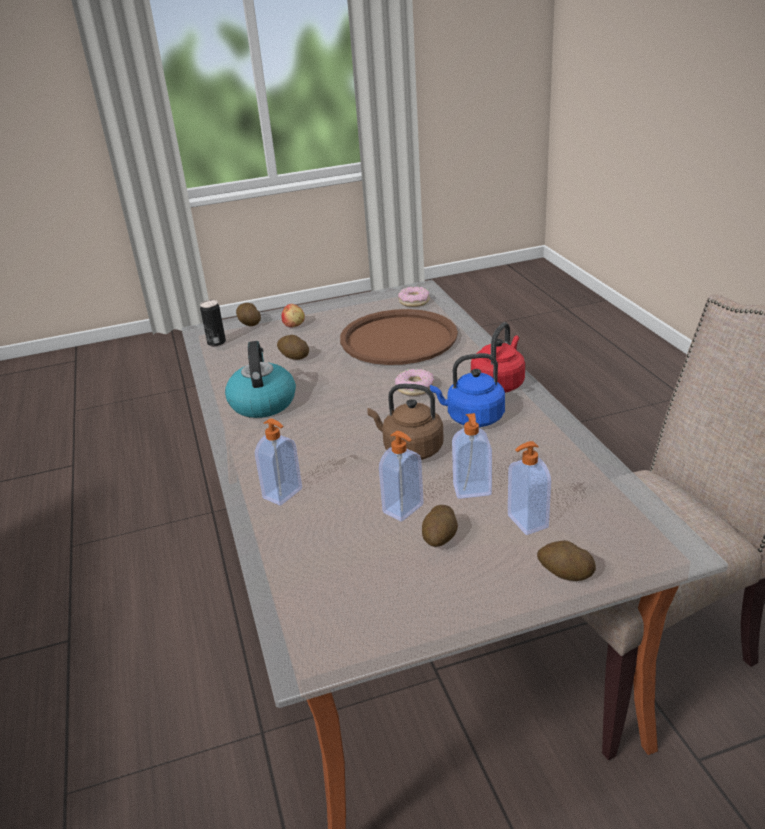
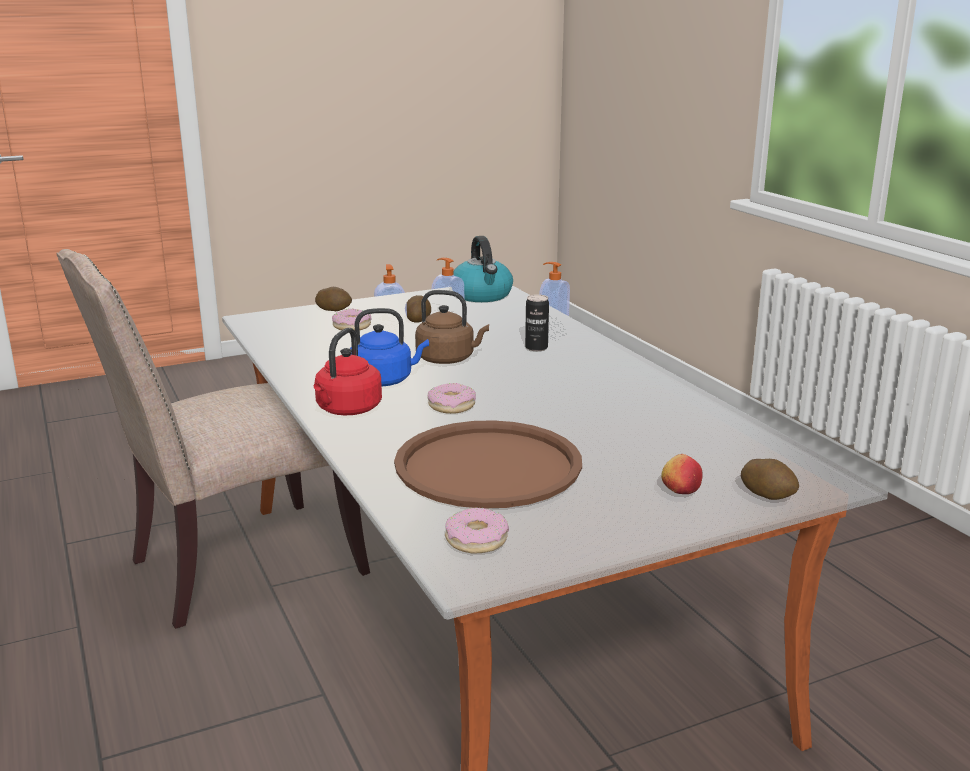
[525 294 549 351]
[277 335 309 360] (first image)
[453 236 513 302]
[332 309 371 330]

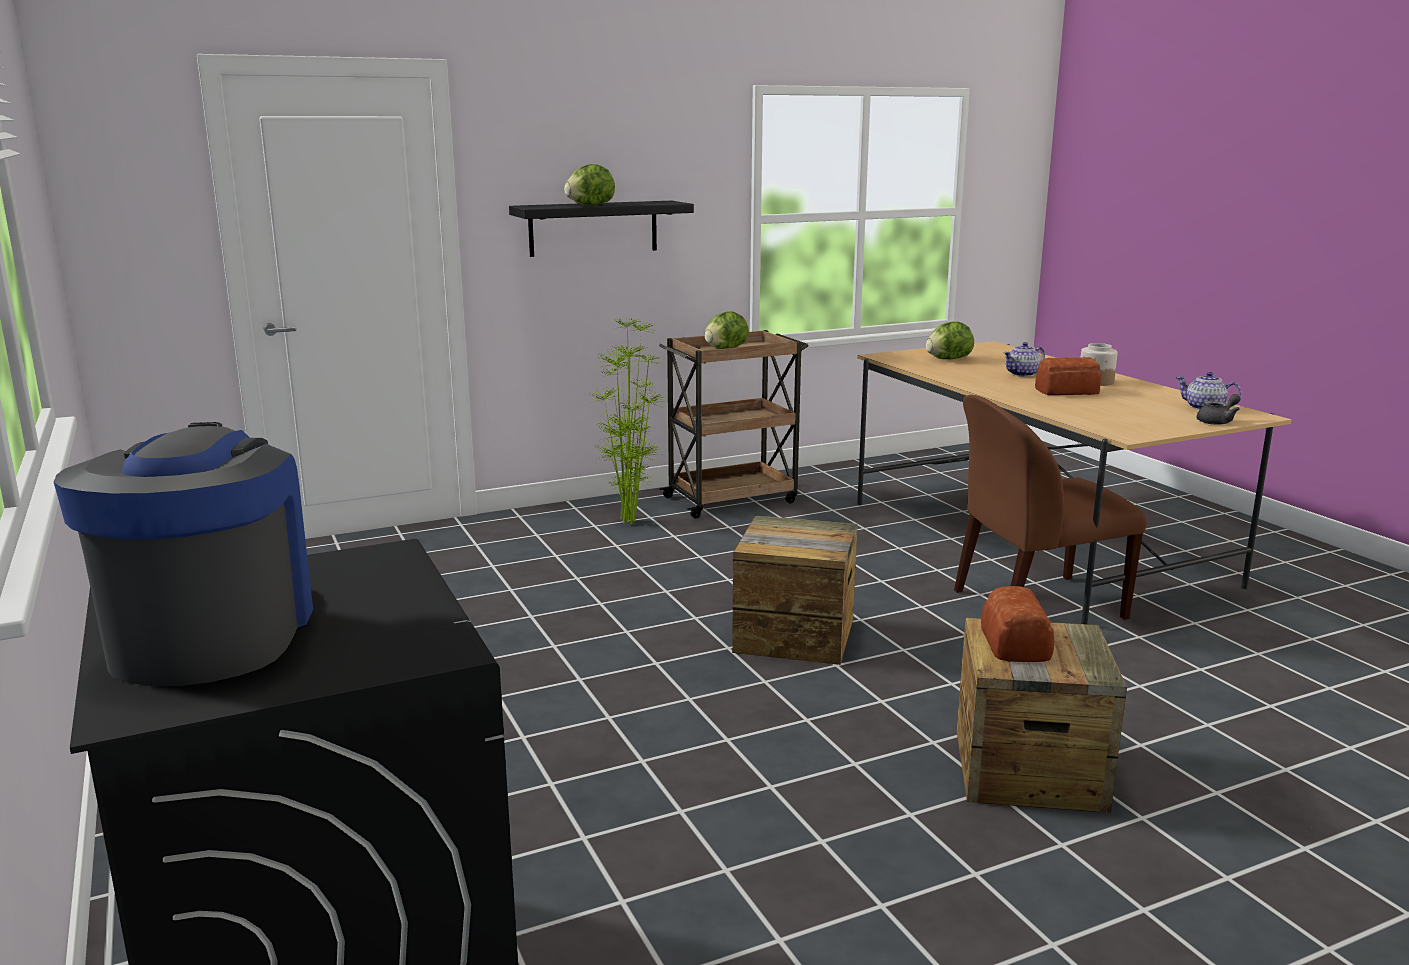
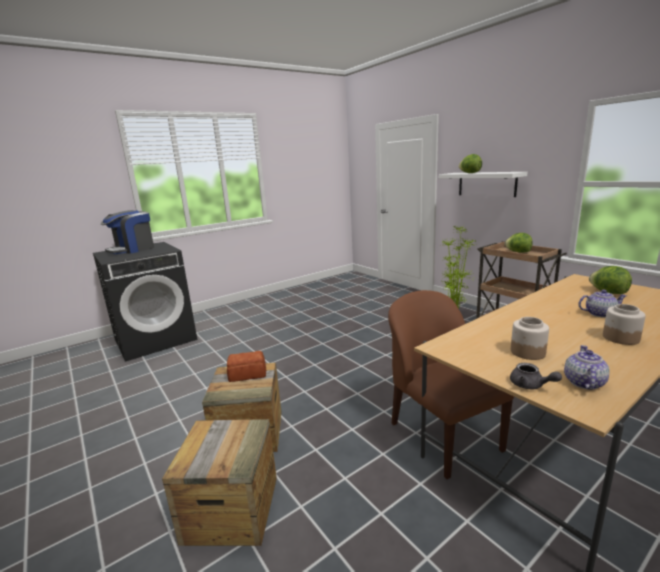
[439 172 527 197]
[578 290 627 318]
[1035 357 1101 395] (first image)
[101 210 154 254]
[162 419 277 546]
[511 317 549 360]

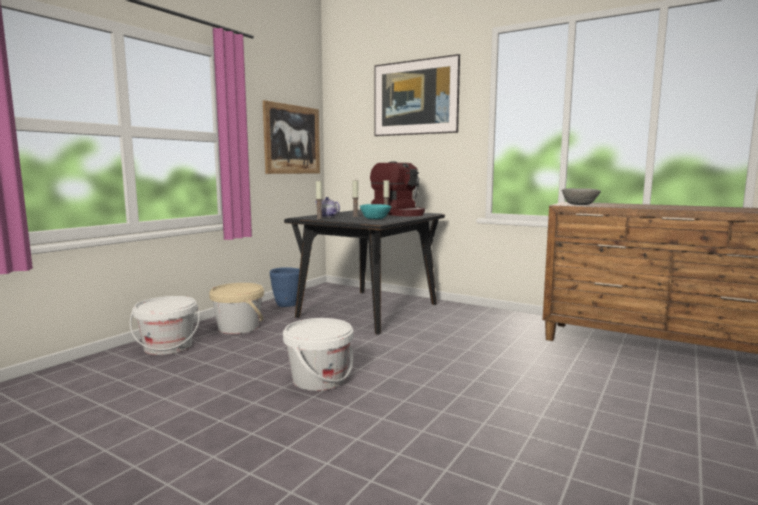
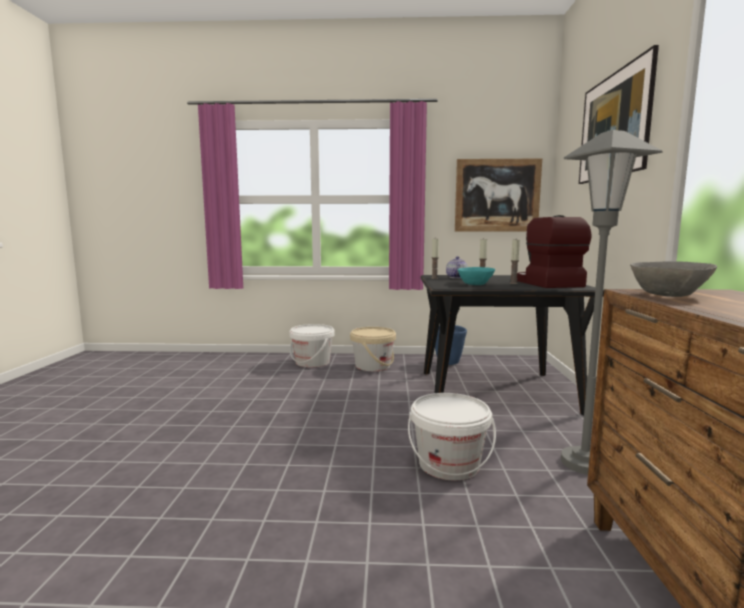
[517 215 592 288]
[408 393 496 481]
[561 130 663 475]

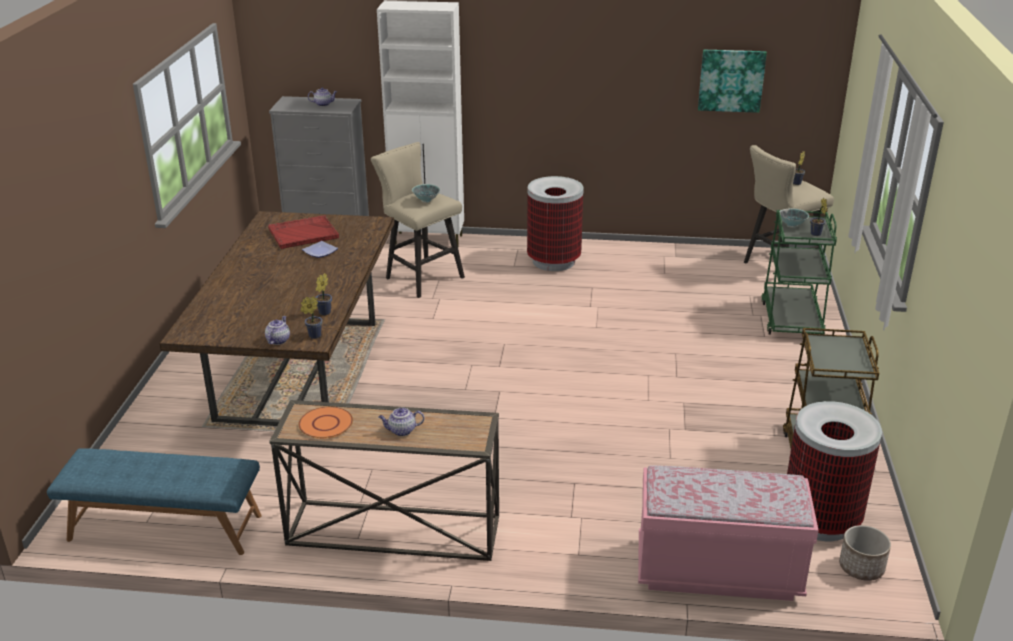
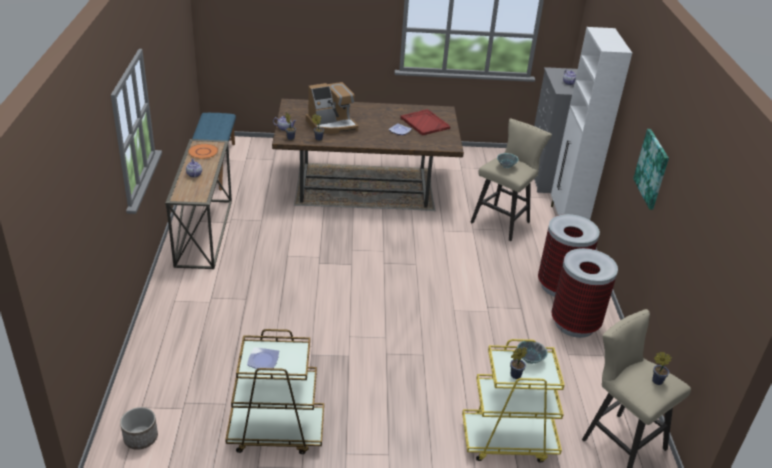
[633 129 669 210]
[462 339 565 463]
[551 248 618 338]
[638 465 819 601] (first image)
[306 82 359 134]
[247 347 279 369]

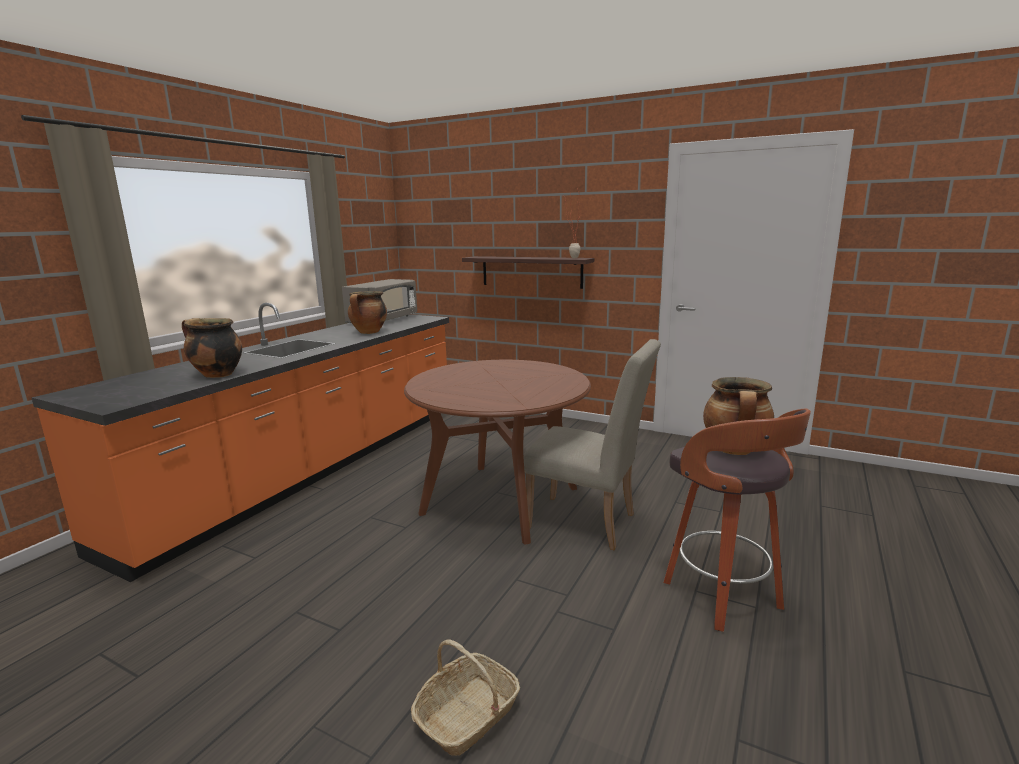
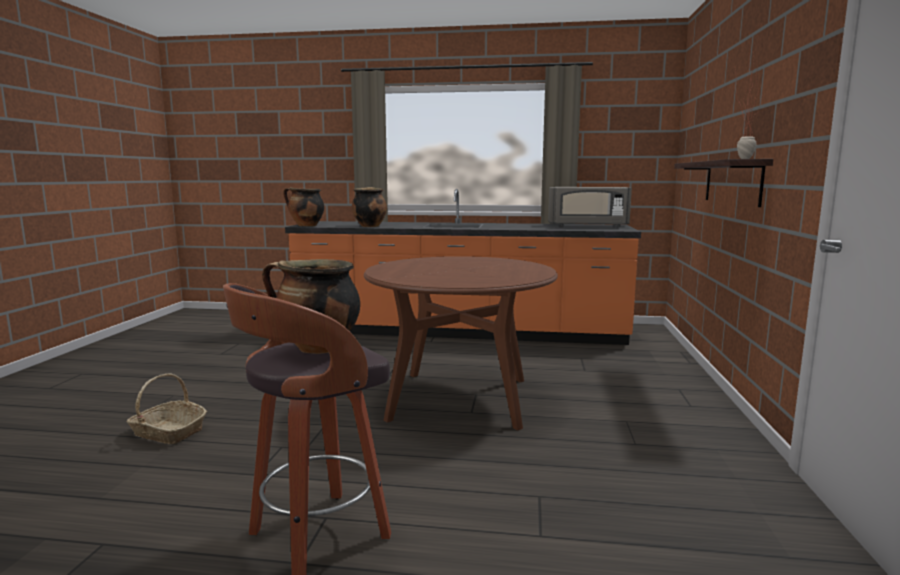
[283 187 324 226]
[524 339 661 551] (first image)

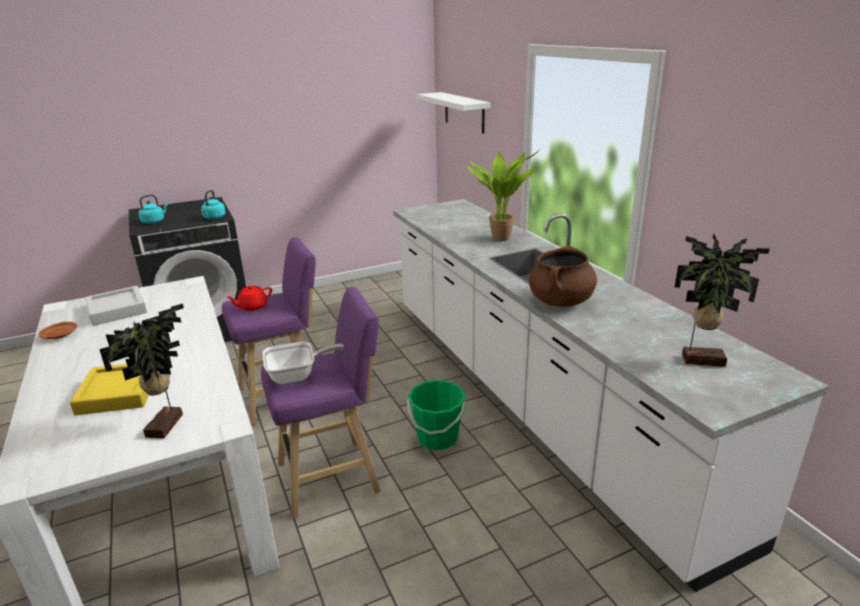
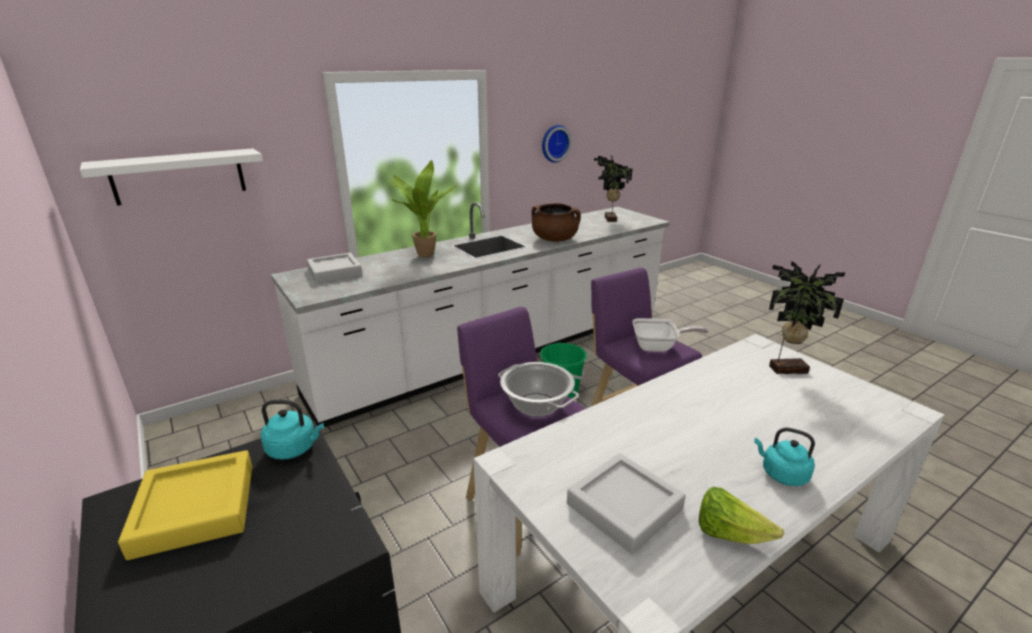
[754 428 815 486]
[498 362 579 417]
[699 487 784 544]
[632 318 709 352]
[118 450 252 560]
[542 125 572 163]
[307 253 362 284]

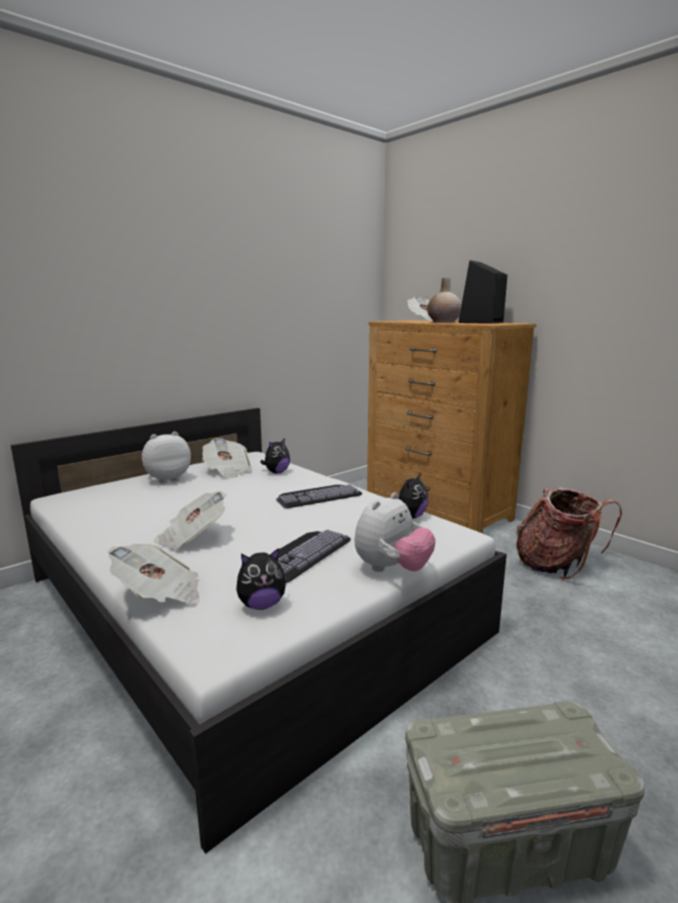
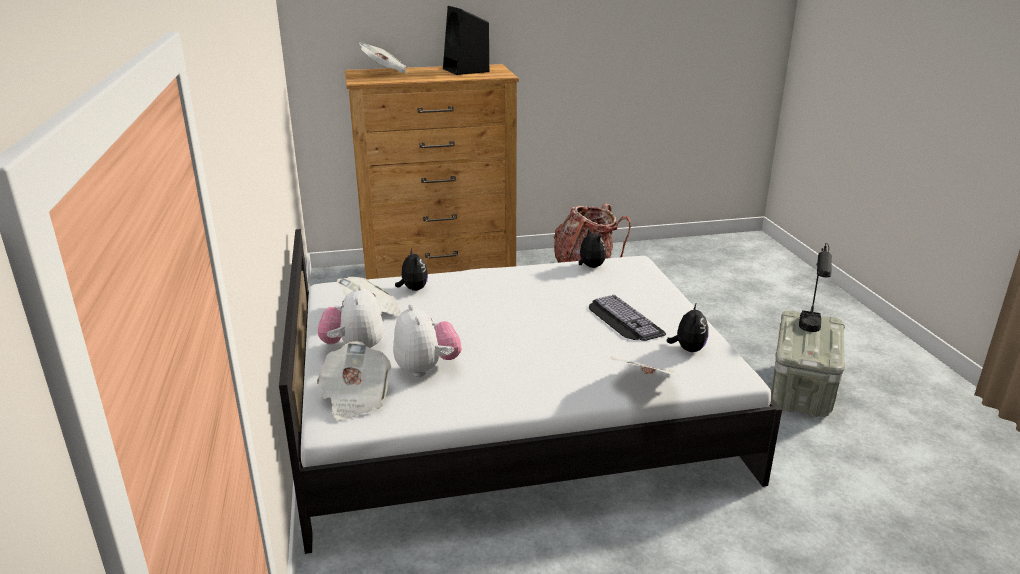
[427 278 462 323] (first image)
[276 485 362 508] (first image)
[317 341 391 420]
[393 304 462 377]
[799 243 832 332]

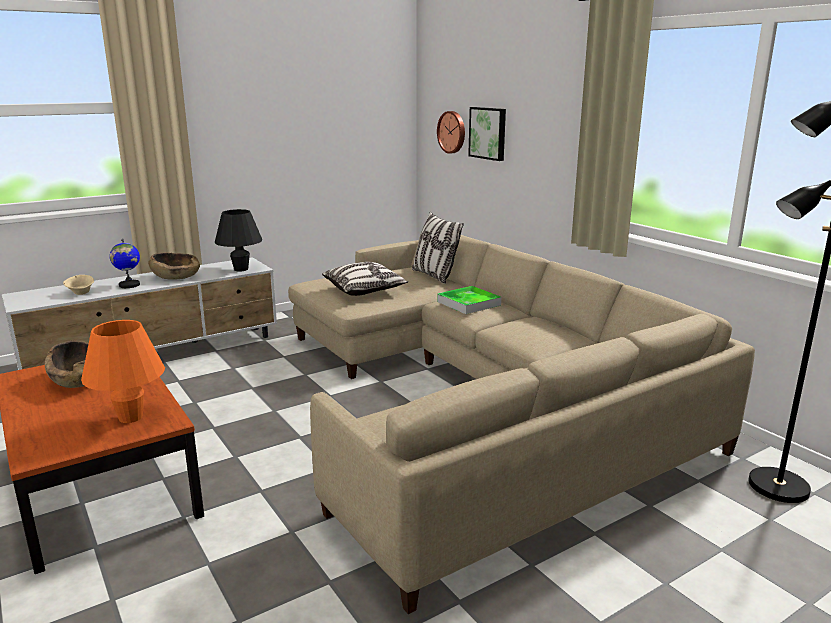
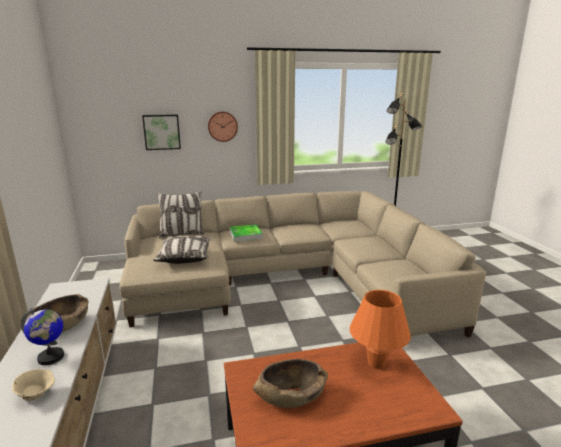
[208 111 238 142]
[215 209 262 272] (first image)

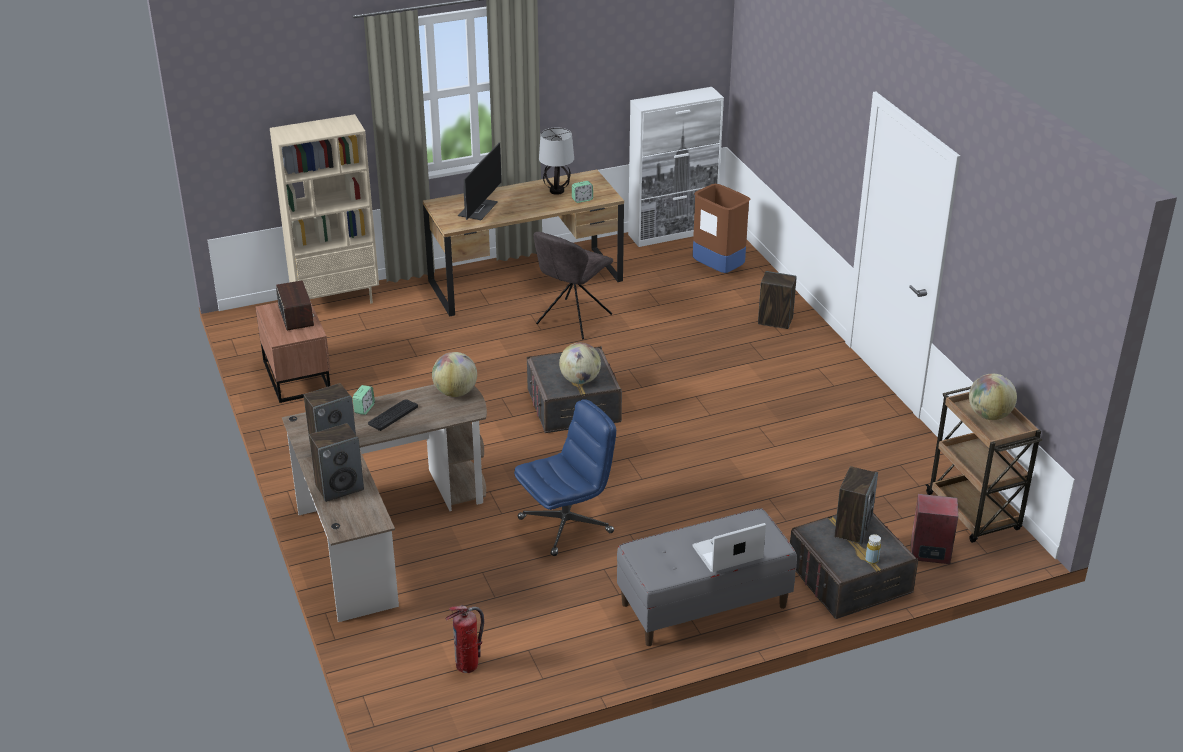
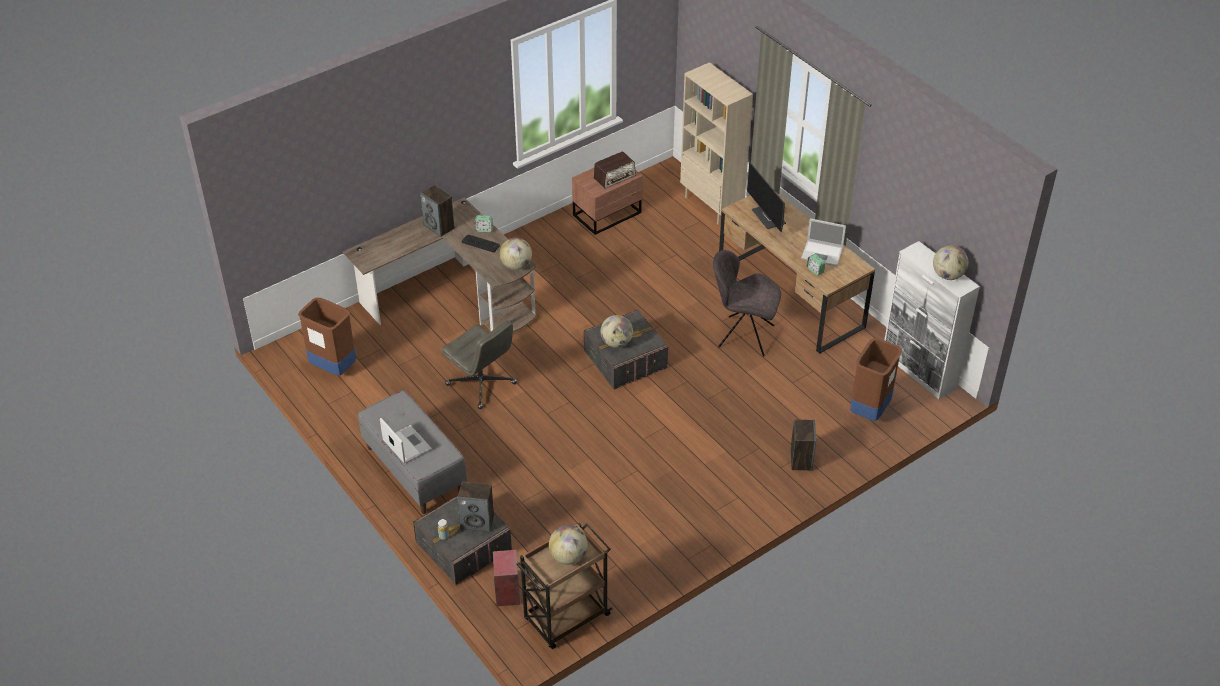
[801 218 846 266]
[747 162 786 232]
[442 320 517 409]
[309 423 364 502] (first image)
[298 297 356 375]
[933 246 968 280]

